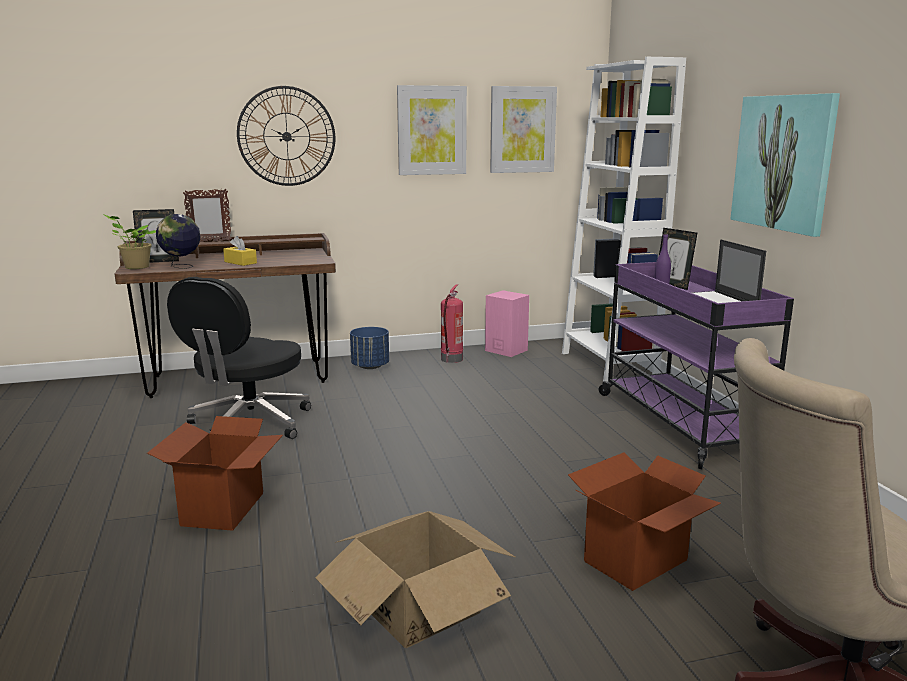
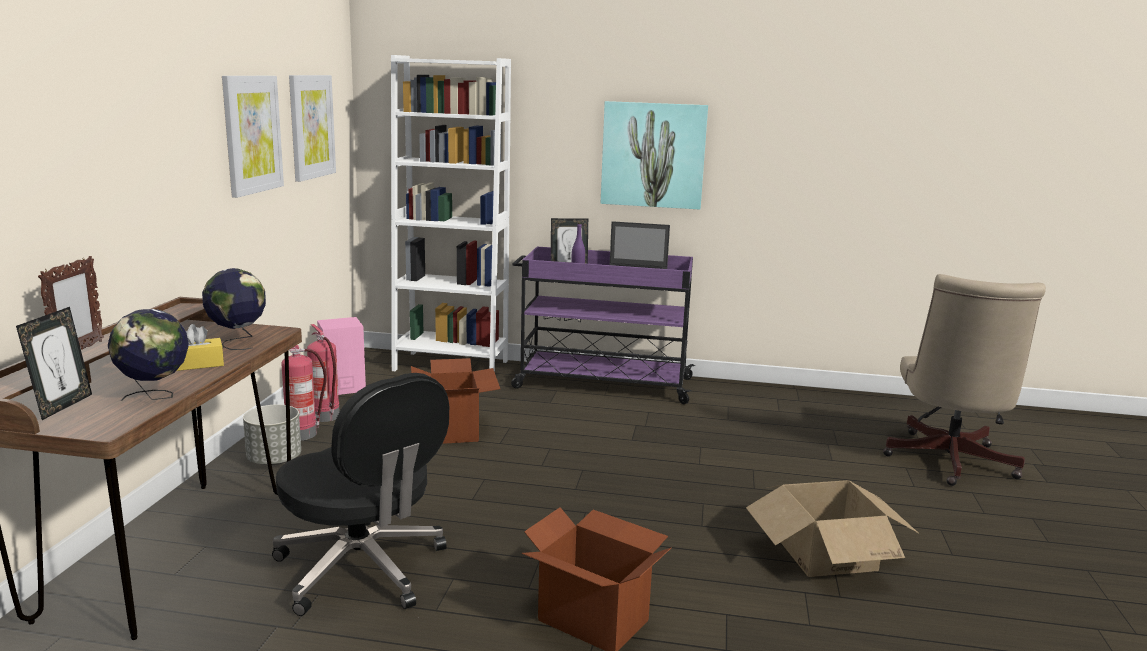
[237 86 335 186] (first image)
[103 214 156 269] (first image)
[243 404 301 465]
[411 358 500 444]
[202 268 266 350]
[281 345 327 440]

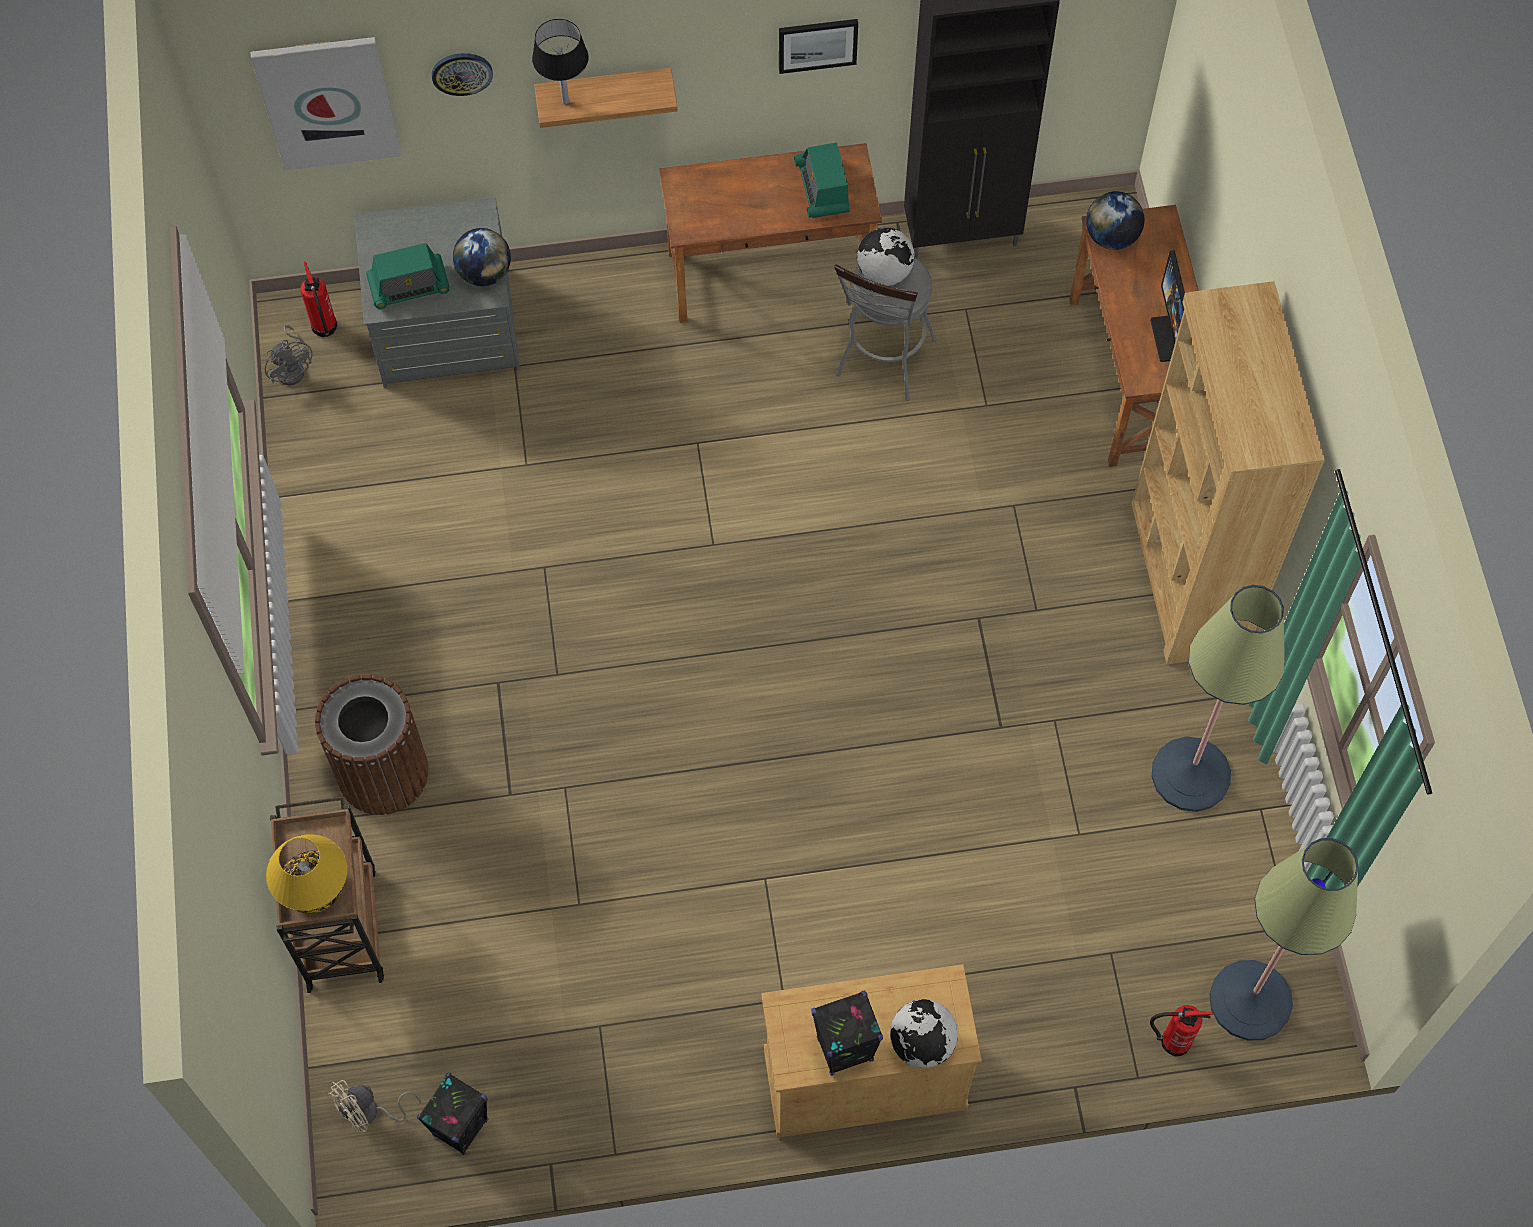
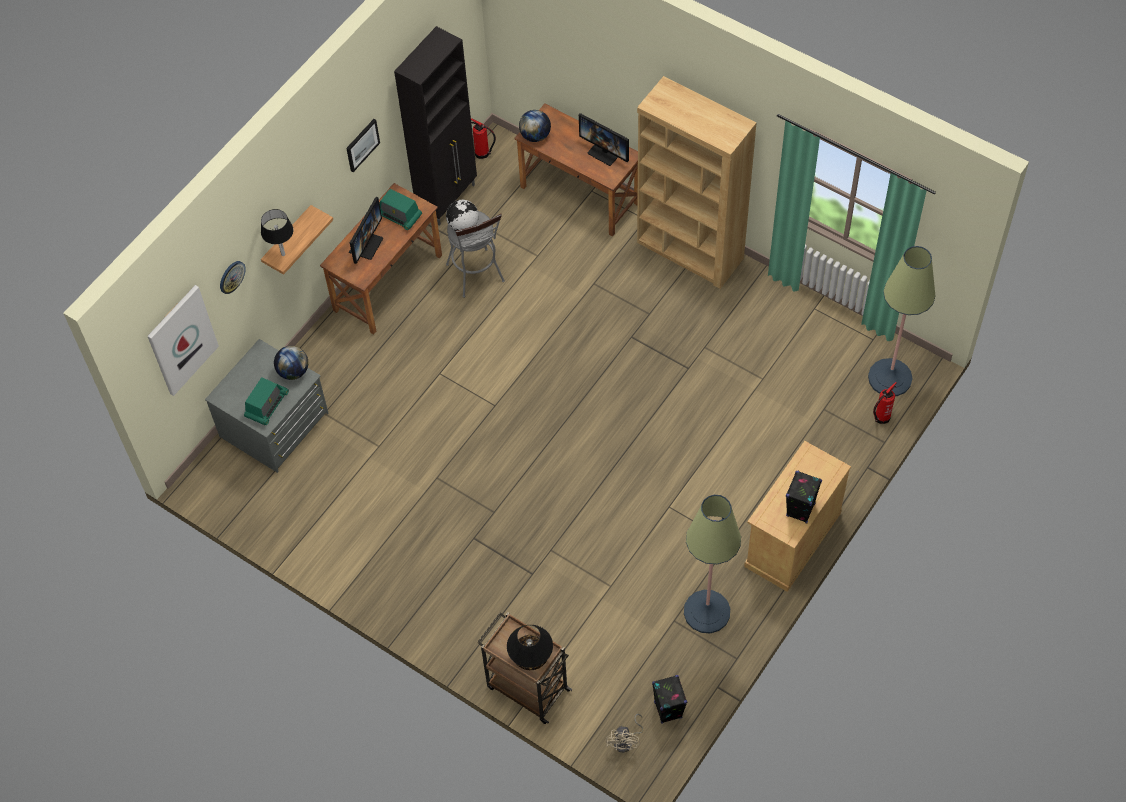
[471 118 496 159]
[265 325 312 385] (first image)
[684 495 741 633]
[315 674 429 815] (first image)
[507 625 553 670]
[890 999 958 1068] (first image)
[349 197 383 264]

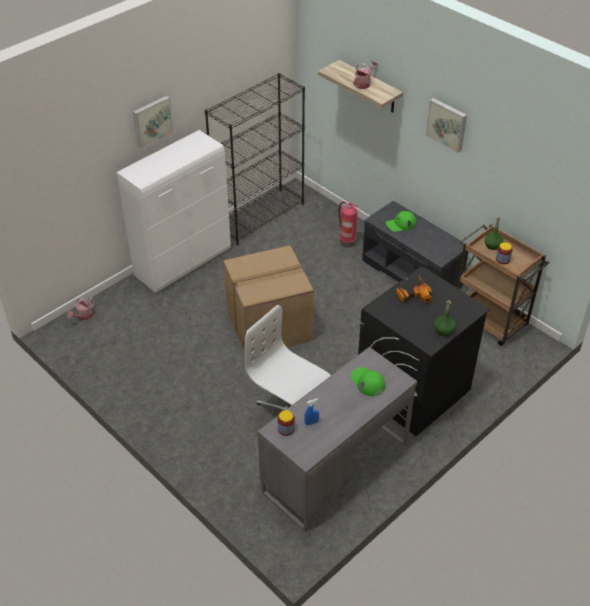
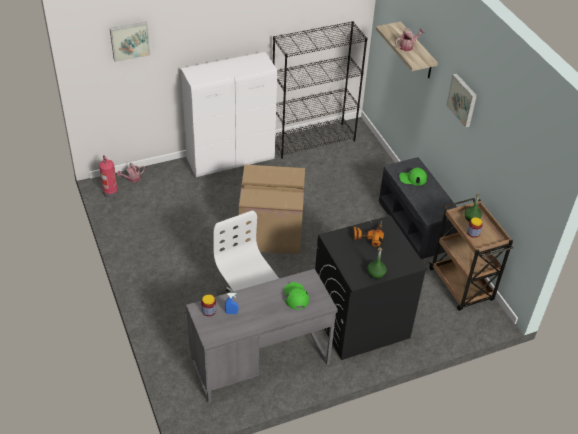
[110 22 150 62]
[99 155 118 198]

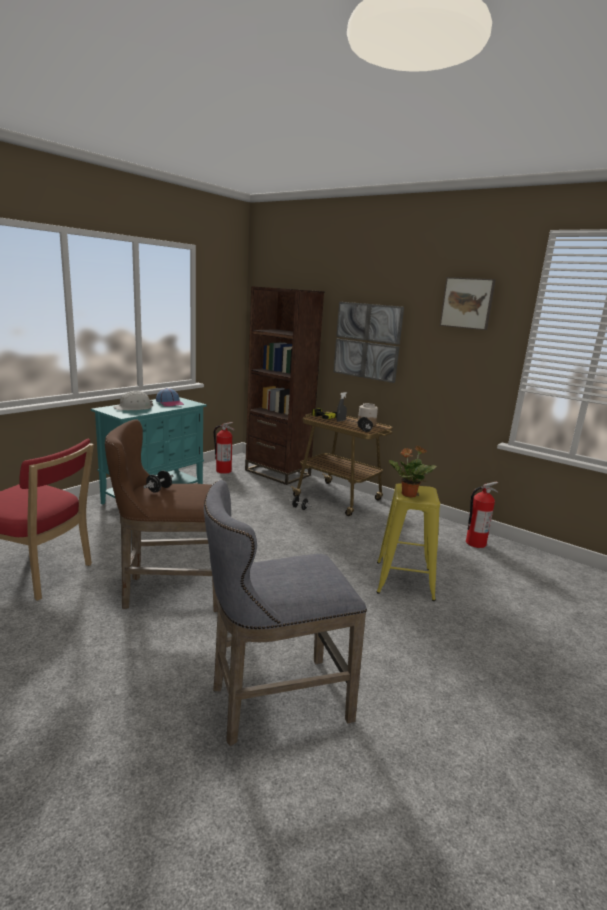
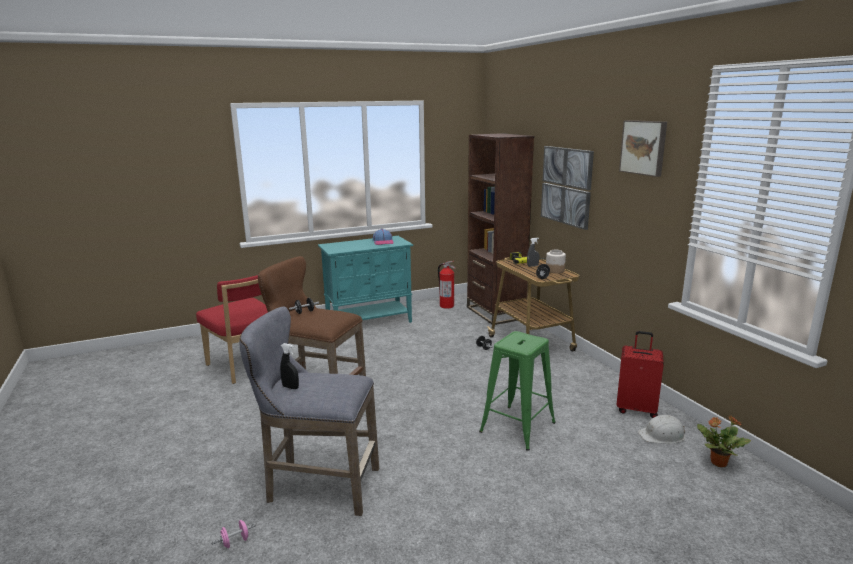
[638 415 685 444]
[697 415 751 467]
[617 331 664 418]
[479 331 556 451]
[280 343 299 389]
[211 520 257 548]

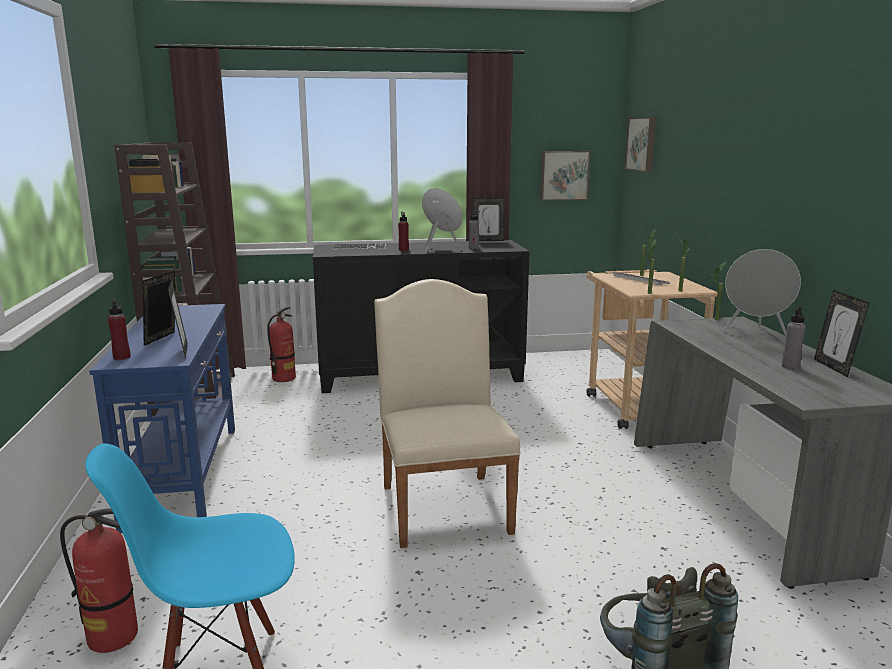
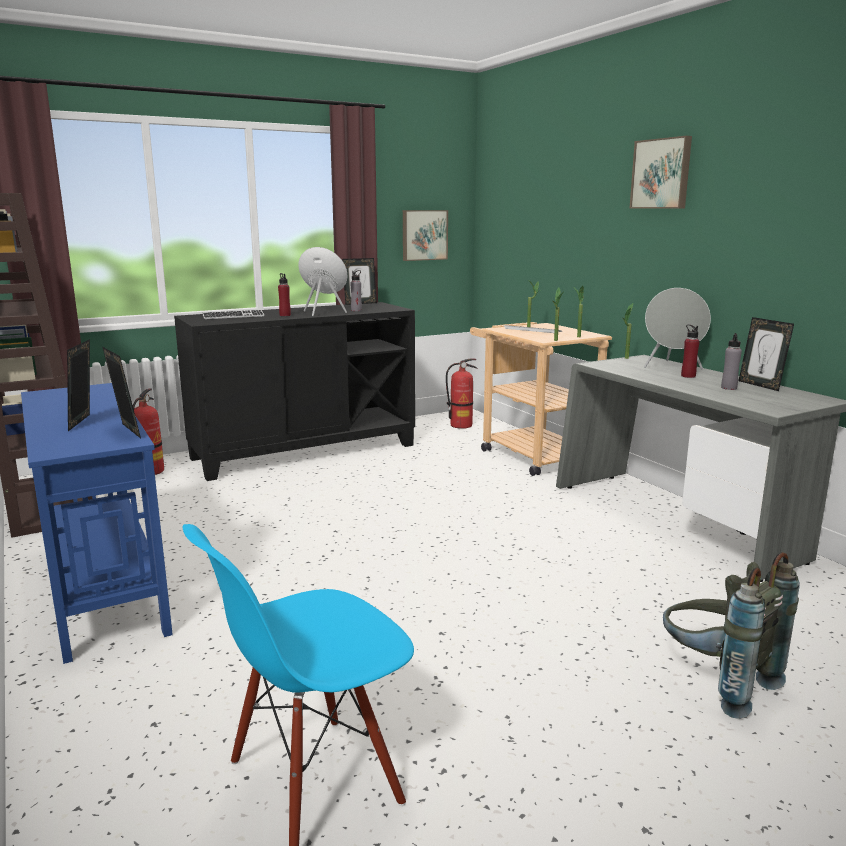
[629 136 692 209]
[374 279 521 548] (first image)
[681 324 700 378]
[446 359 478 429]

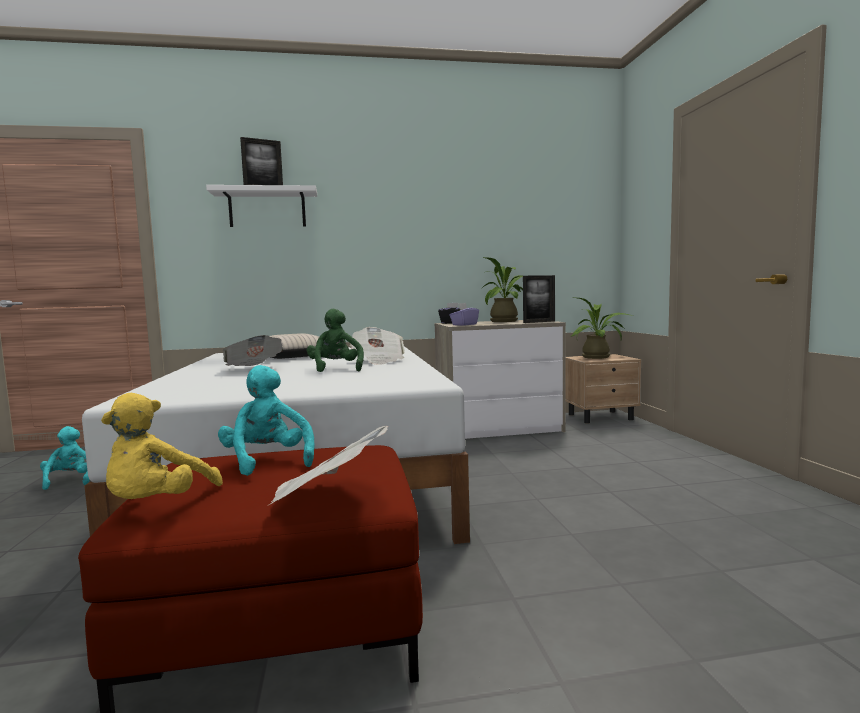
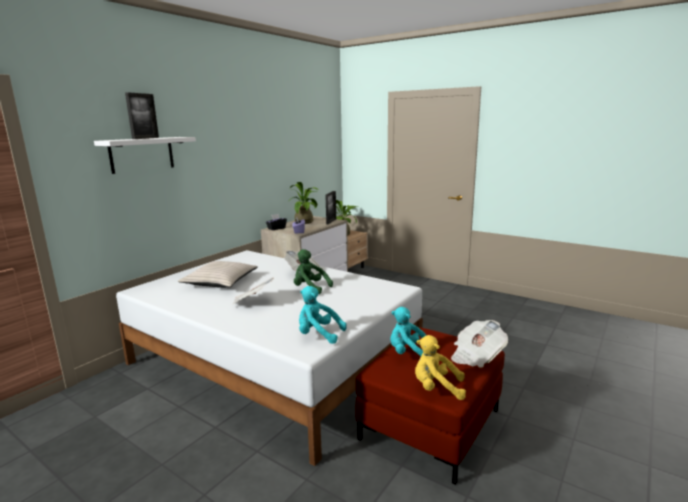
[415 335 466 400]
[299 286 347 344]

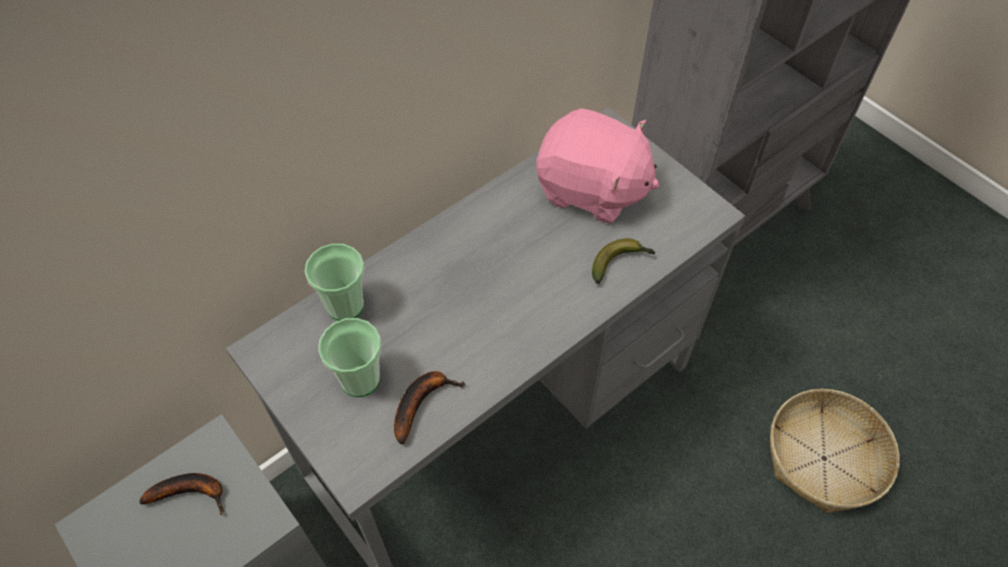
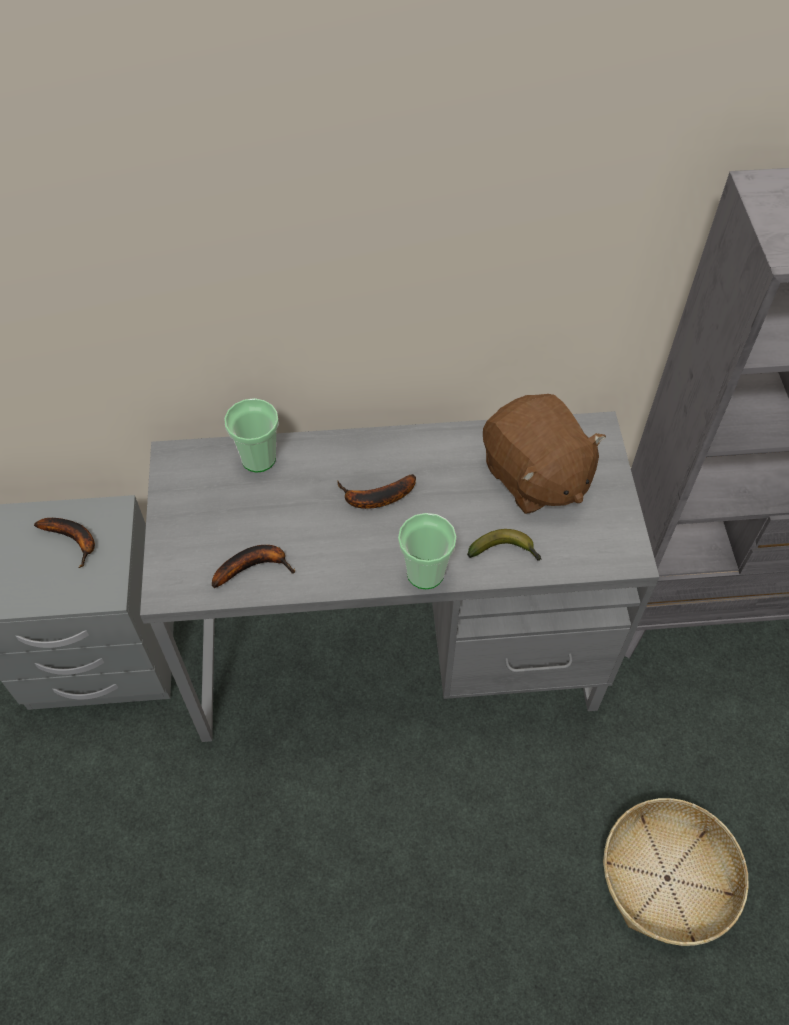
[483 394 606 514]
[398 513 457 589]
[337 474 416 509]

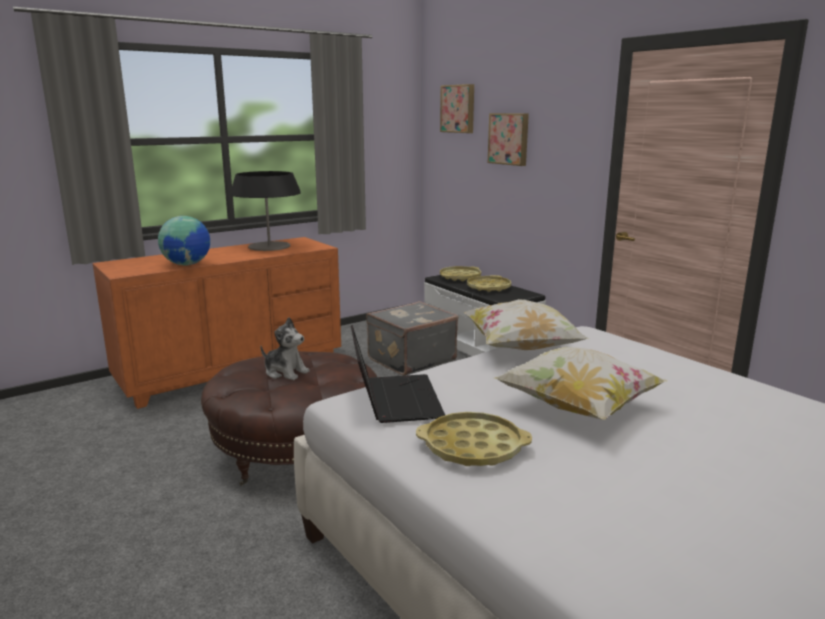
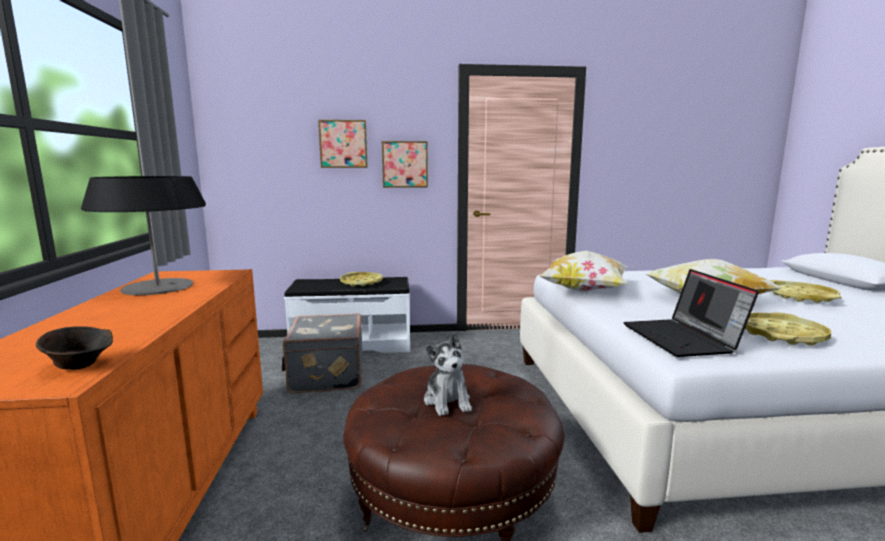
[382 141 428 188]
[158 216 210 266] (first image)
[770 280 842 303]
[424 333 472 416]
[623 269 759 357]
[36 326 113 370]

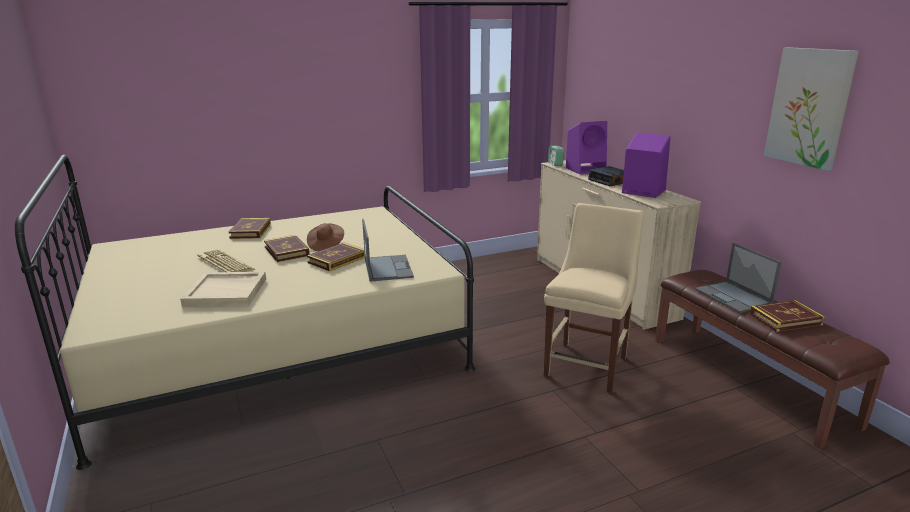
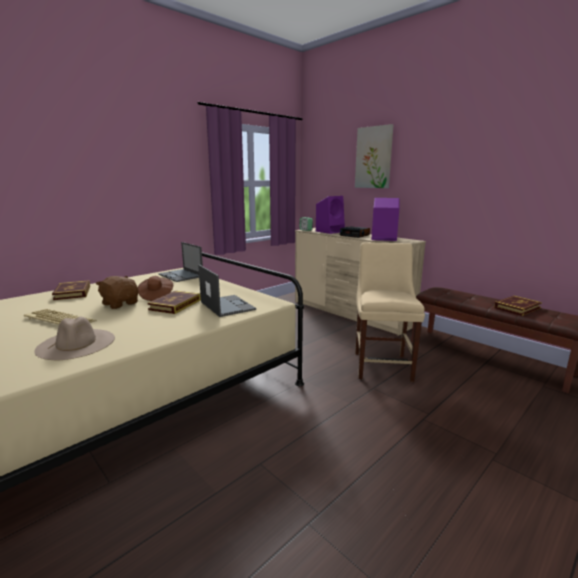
[355 124 394 188]
[95 276 138 309]
[158 242 203 282]
[34 317 115 361]

